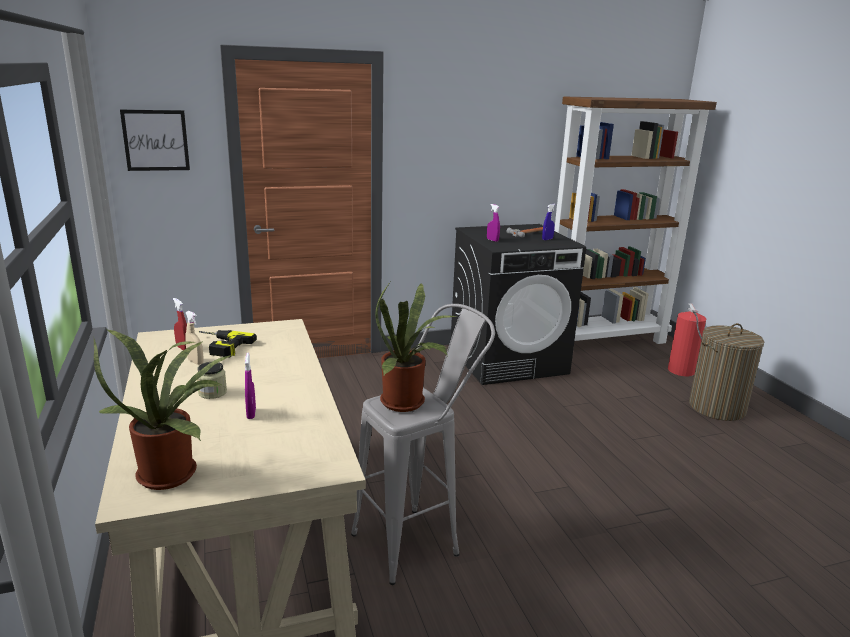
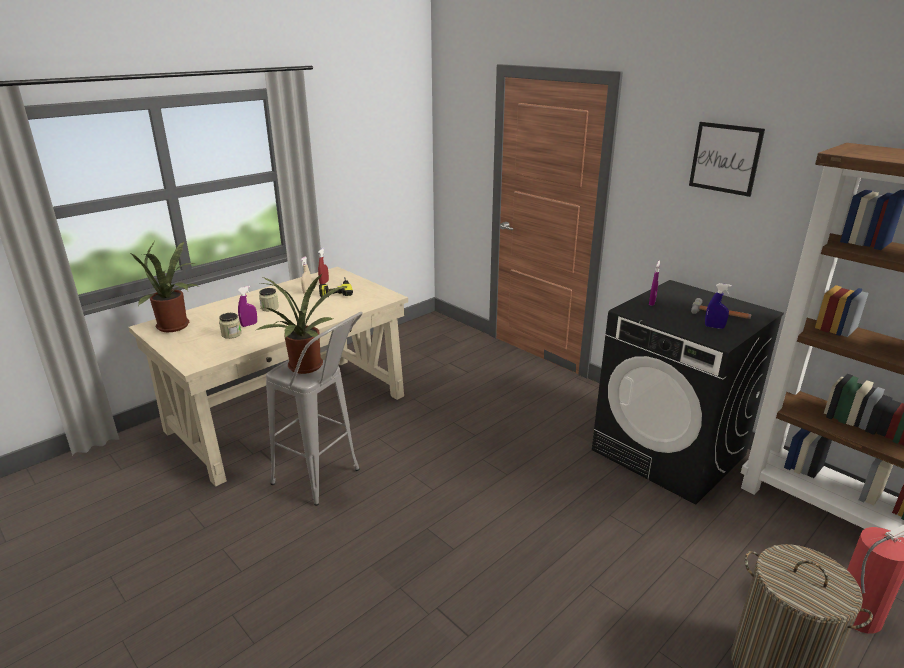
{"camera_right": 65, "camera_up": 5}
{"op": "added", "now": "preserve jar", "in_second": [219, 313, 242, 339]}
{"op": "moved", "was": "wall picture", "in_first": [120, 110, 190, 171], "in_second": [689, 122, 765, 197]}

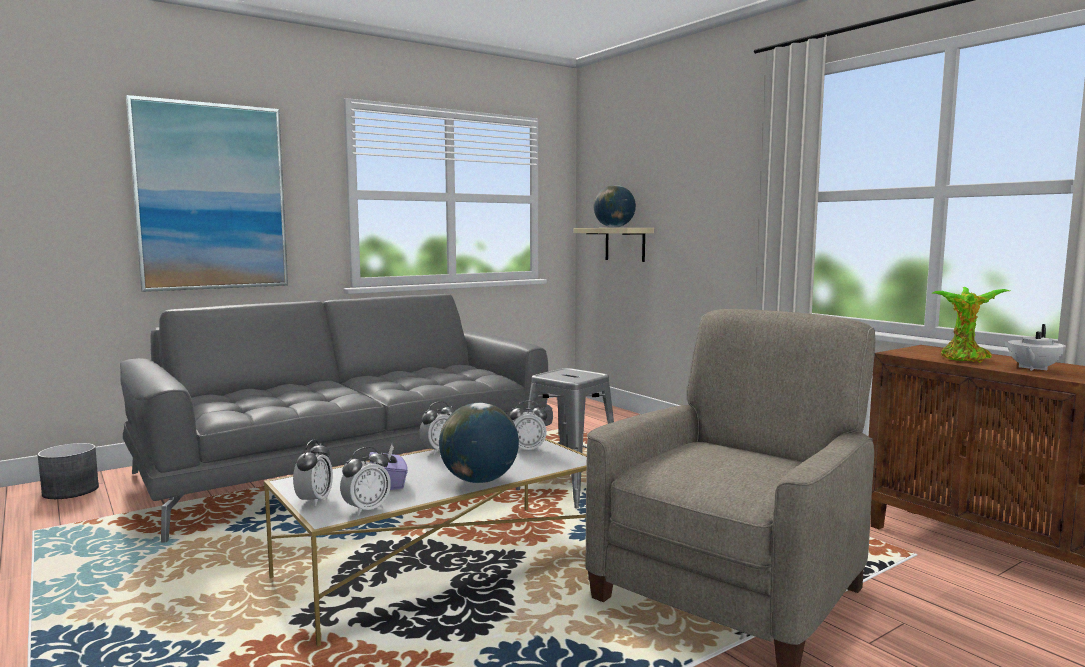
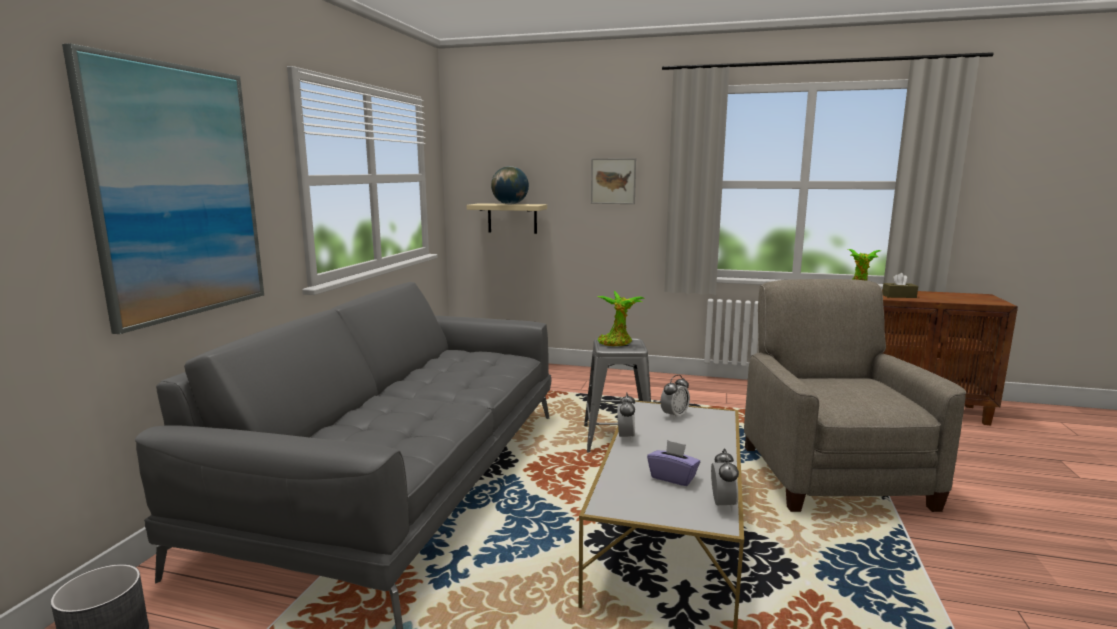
{"camera_right": -40, "camera_up": 5}
{"op": "removed", "was": "bedside clock", "in_first": [293, 439, 333, 506]}
{"op": "removed", "was": "globe", "in_first": [439, 403, 519, 483]}
{"op": "added", "now": "wall picture", "in_second": [591, 158, 636, 204]}
{"op": "added", "now": "houseplant", "in_second": [597, 291, 644, 346]}
{"op": "replaced", "was": "white teapot", "now": "brownish tissue holder", "in_first": [1007, 324, 1066, 371], "in_second": [882, 273, 918, 298]}

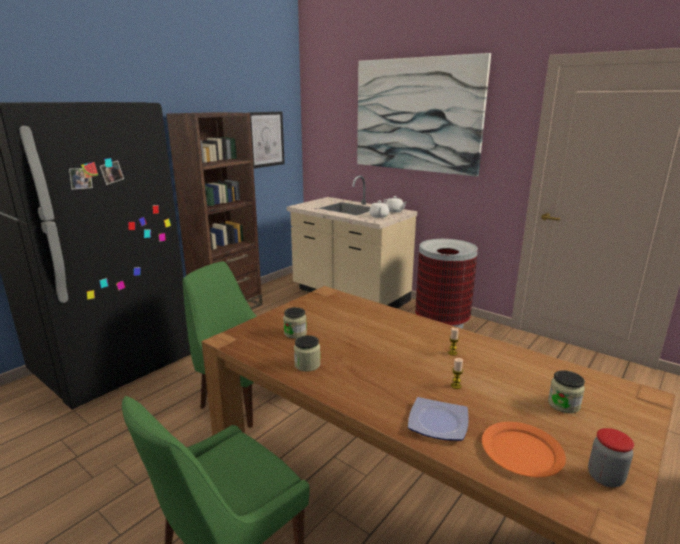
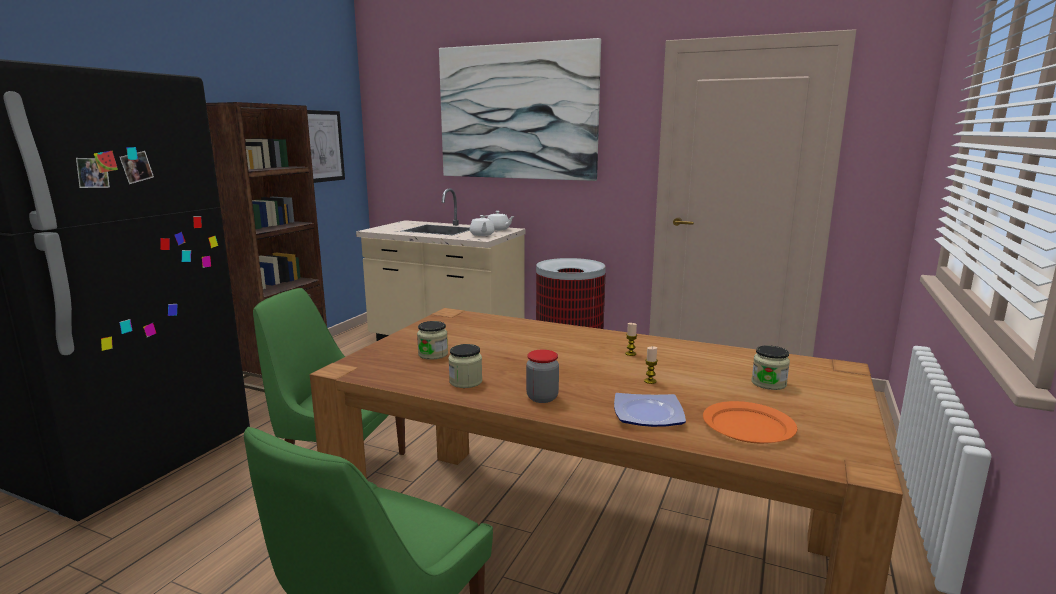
{"camera_right": -15, "camera_up": -5}
{"op": "moved", "was": "preserve jar", "in_first": [588, 428, 634, 487], "in_second": [526, 350, 559, 403]}

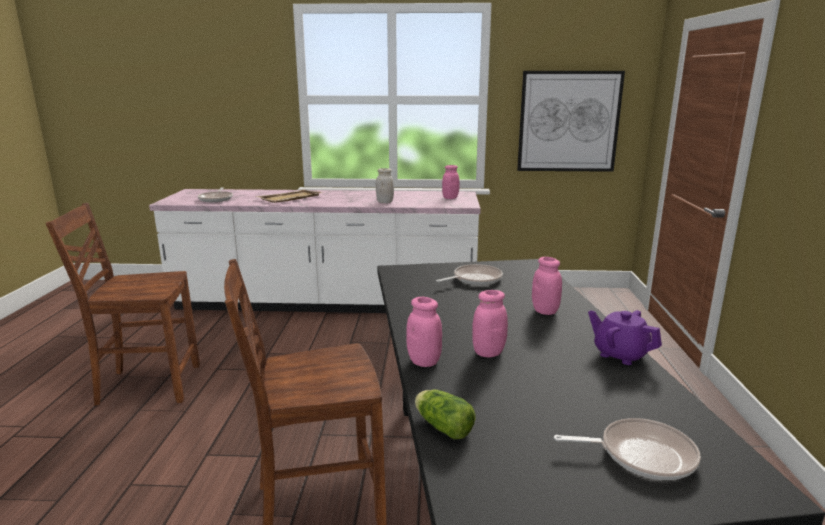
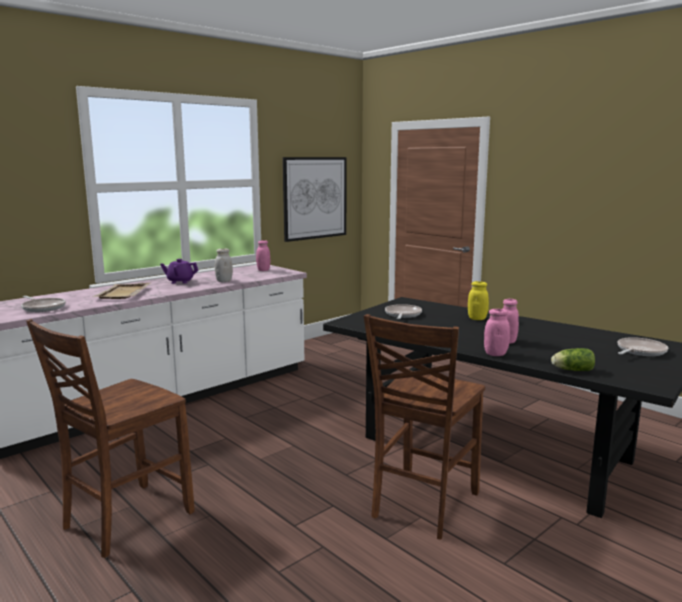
{"camera_right": -45, "camera_up": -5}
{"op": "moved", "was": "purple teapot", "in_first": [588, 310, 662, 365], "in_second": [160, 259, 199, 284]}
{"op": "recoloured", "was": "pink preserve jar", "now": "yellowish preserve jar", "in_first": [532, 257, 562, 315], "in_second": [468, 281, 489, 320]}

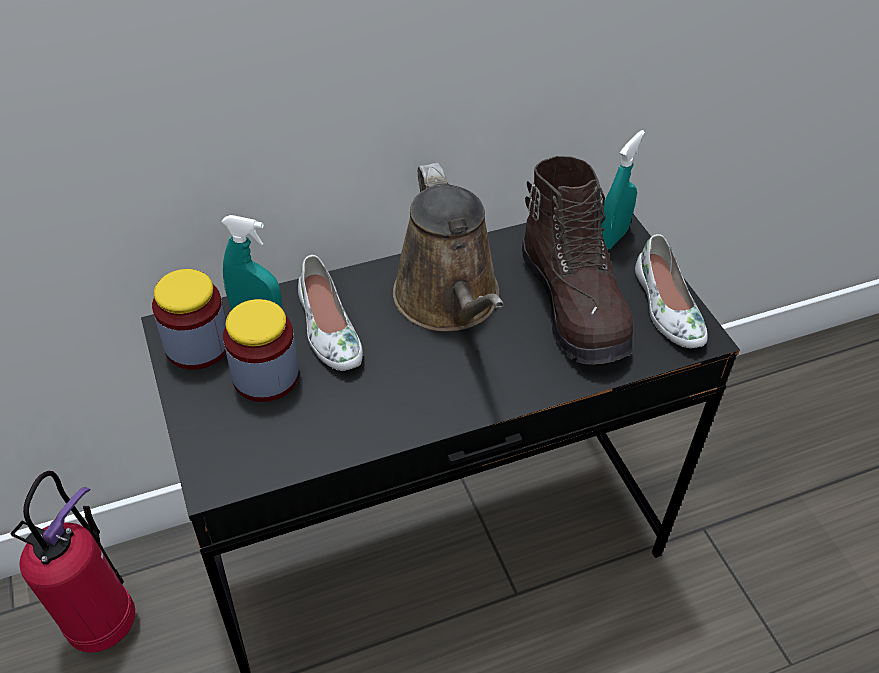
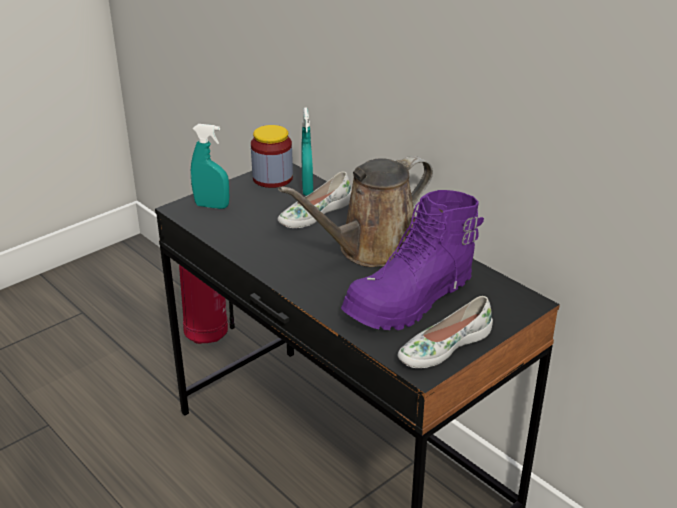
{"camera_right": 70, "camera_up": -15}
{"op": "removed", "was": "preserve jar", "in_first": [223, 299, 299, 402]}
{"op": "moved", "was": "turquoise-coloured spray bottle", "in_first": [601, 130, 645, 250], "in_second": [191, 124, 229, 209]}
{"op": "recoloured", "was": "brownish boot", "now": "purple boot", "in_first": [522, 156, 633, 365], "in_second": [341, 190, 484, 330]}

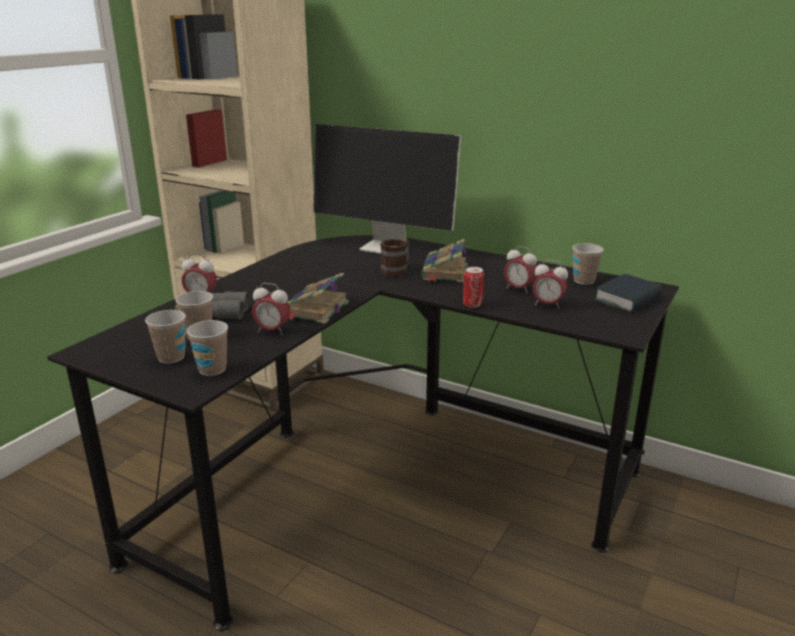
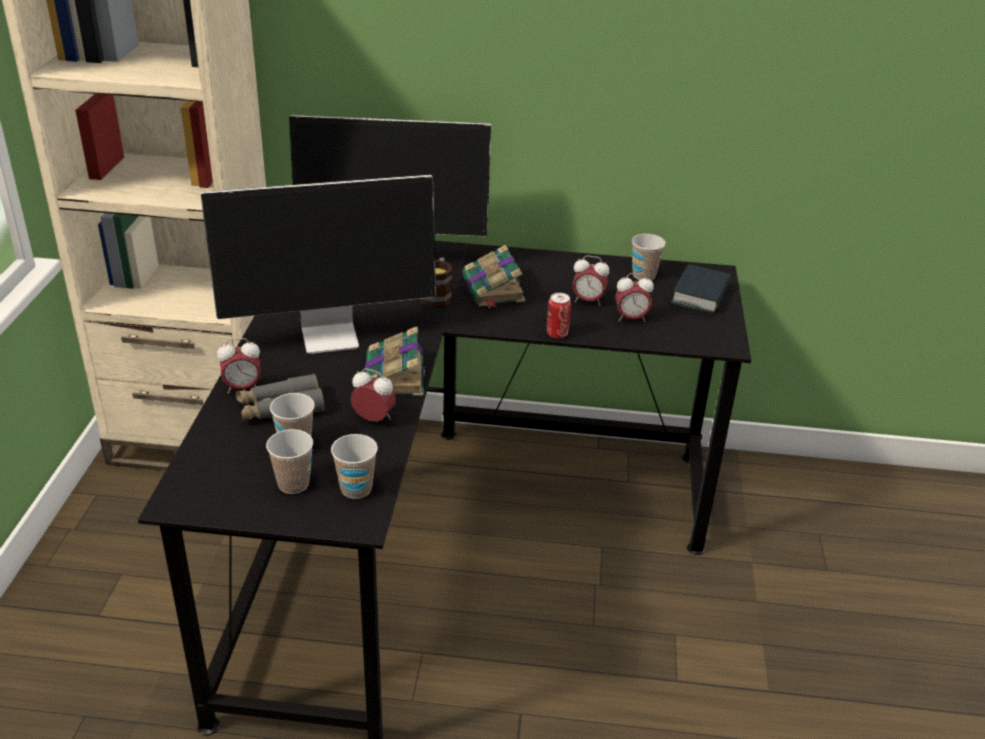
{"camera_right": -25, "camera_up": 10}
{"op": "added", "now": "computer screen", "in_second": [201, 175, 436, 354]}
{"op": "turned", "was": "bedside clock", "in_first": [252, 283, 291, 335], "in_second": [351, 369, 396, 422], "clockwise": -150}

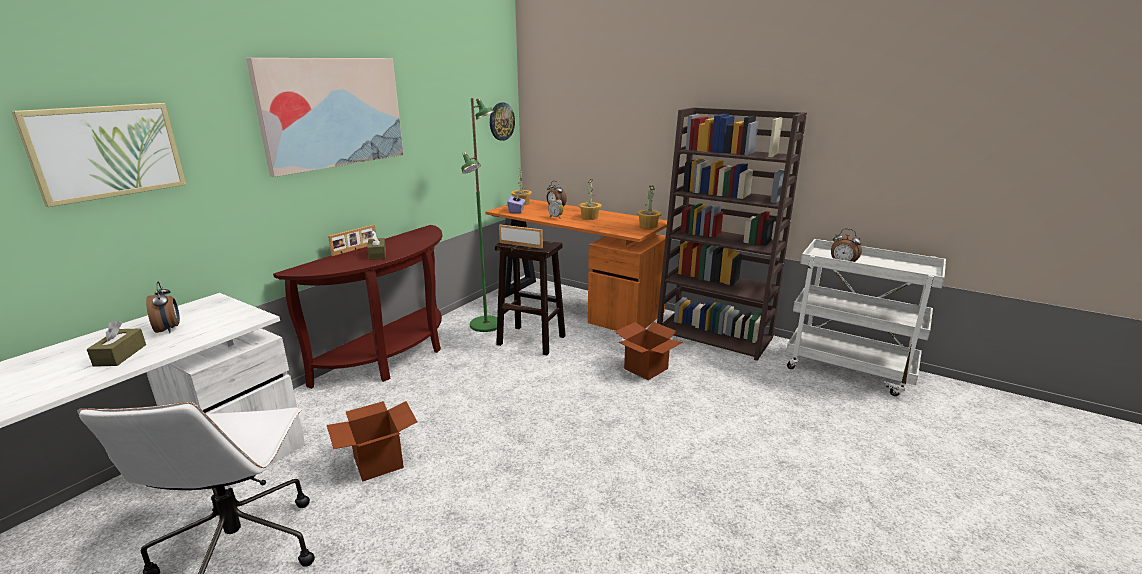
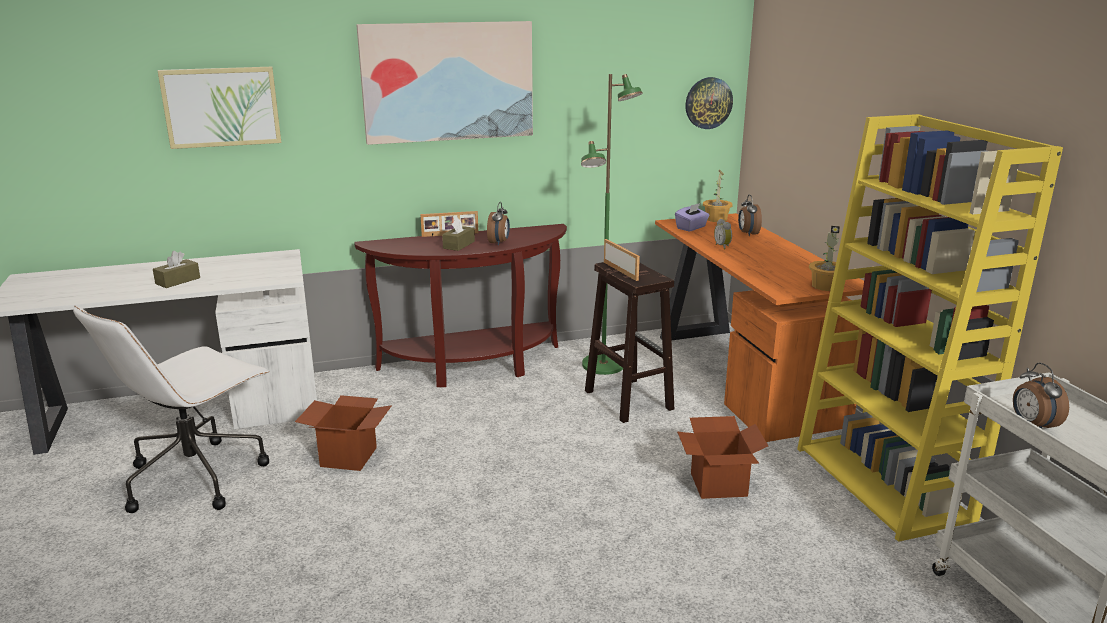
{"camera_right": 40, "camera_up": 0}
{"op": "removed", "was": "houseplant", "in_first": [579, 179, 601, 220]}
{"op": "moved", "was": "bedside clock", "in_first": [146, 282, 180, 333], "in_second": [487, 202, 510, 246]}
{"op": "recoloured", "was": "brownish bookcase", "now": "yellowish bookcase", "in_first": [657, 107, 807, 361], "in_second": [797, 114, 1063, 542]}

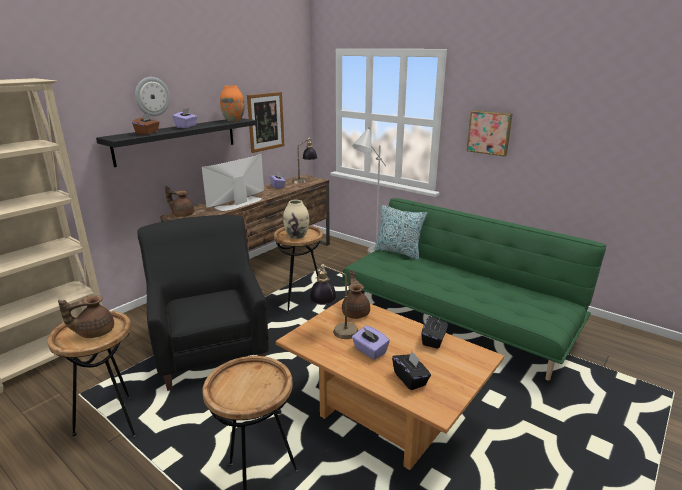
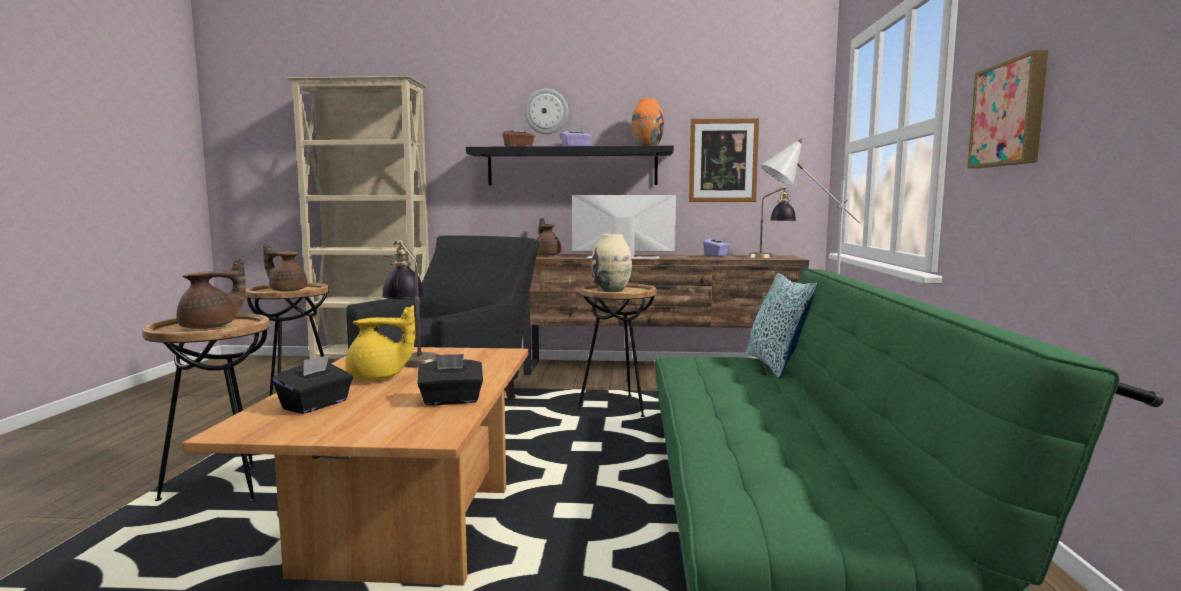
{"camera_right": 55, "camera_up": -15}
{"op": "moved", "was": "brownish teapot", "in_first": [342, 270, 370, 319], "in_second": [177, 258, 246, 329]}
{"op": "replaced", "was": "purple tissue holder", "now": "yellowish teapot", "in_first": [352, 326, 390, 360], "in_second": [345, 305, 415, 381]}

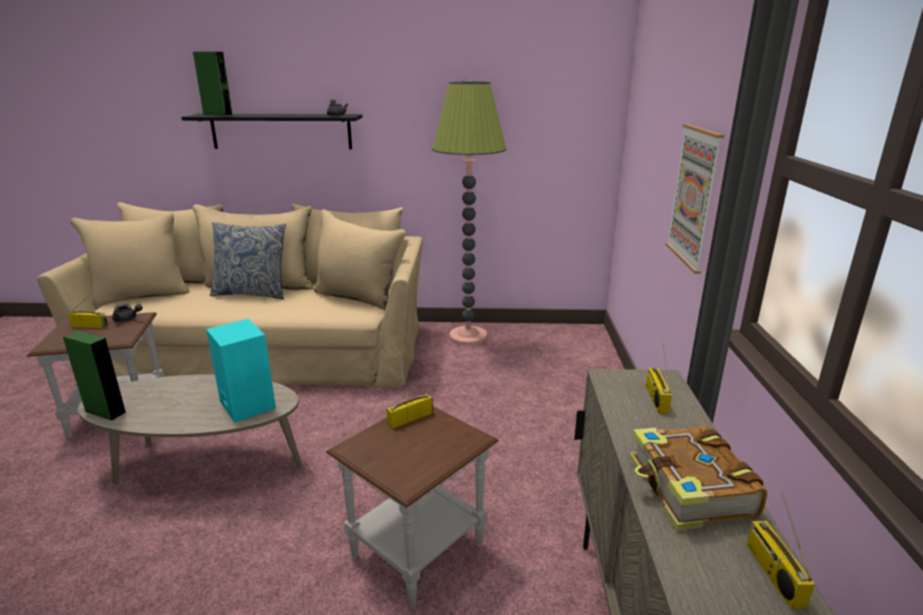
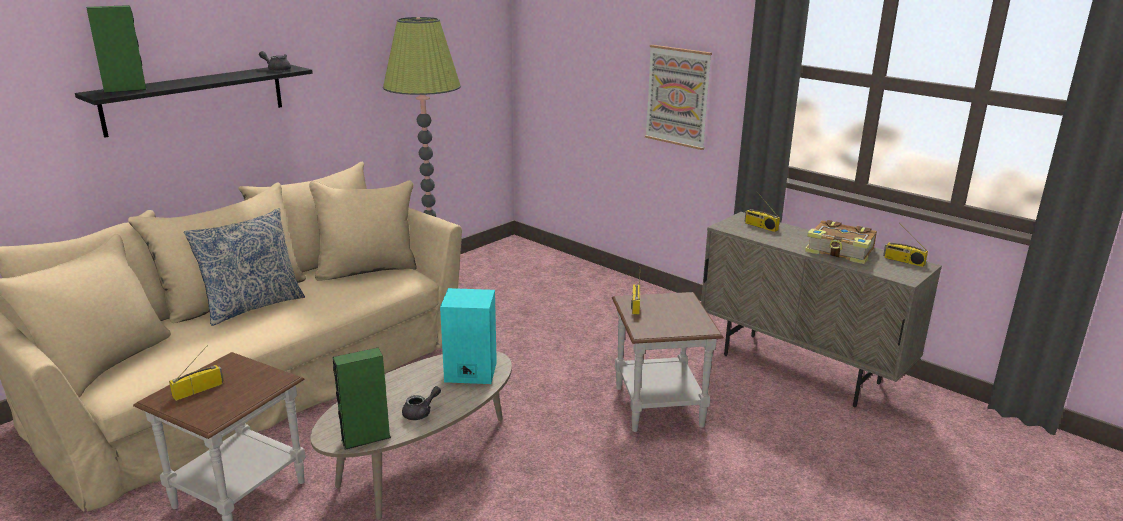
{"camera_right": -50, "camera_up": 0}
{"op": "moved", "was": "greyish teapot", "in_first": [112, 304, 143, 322], "in_second": [402, 386, 441, 420]}

